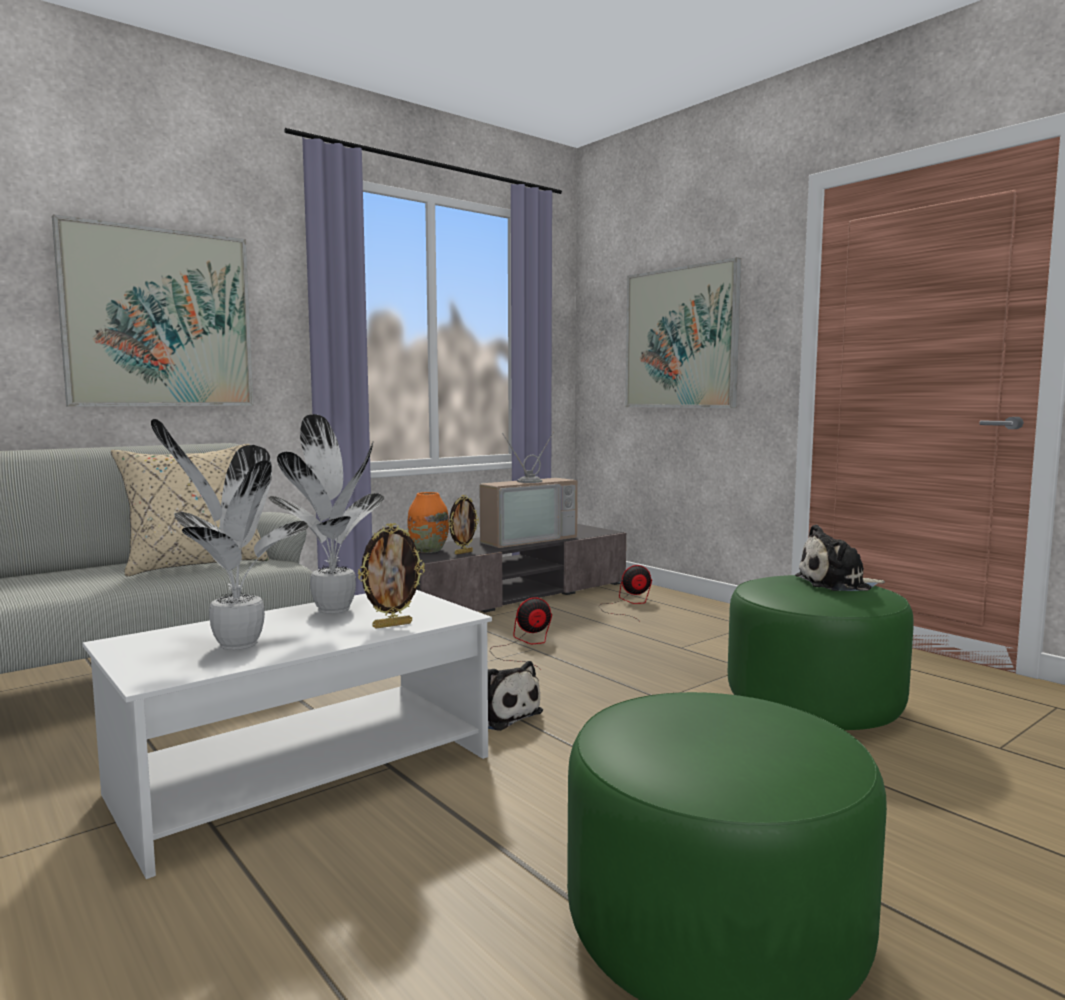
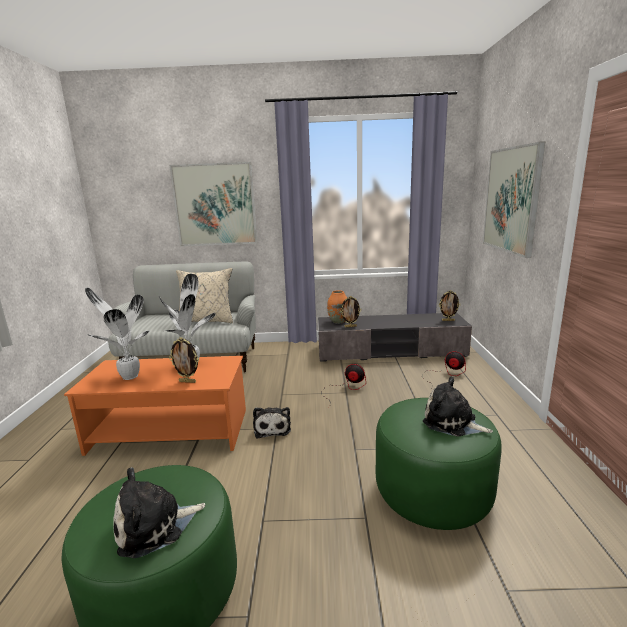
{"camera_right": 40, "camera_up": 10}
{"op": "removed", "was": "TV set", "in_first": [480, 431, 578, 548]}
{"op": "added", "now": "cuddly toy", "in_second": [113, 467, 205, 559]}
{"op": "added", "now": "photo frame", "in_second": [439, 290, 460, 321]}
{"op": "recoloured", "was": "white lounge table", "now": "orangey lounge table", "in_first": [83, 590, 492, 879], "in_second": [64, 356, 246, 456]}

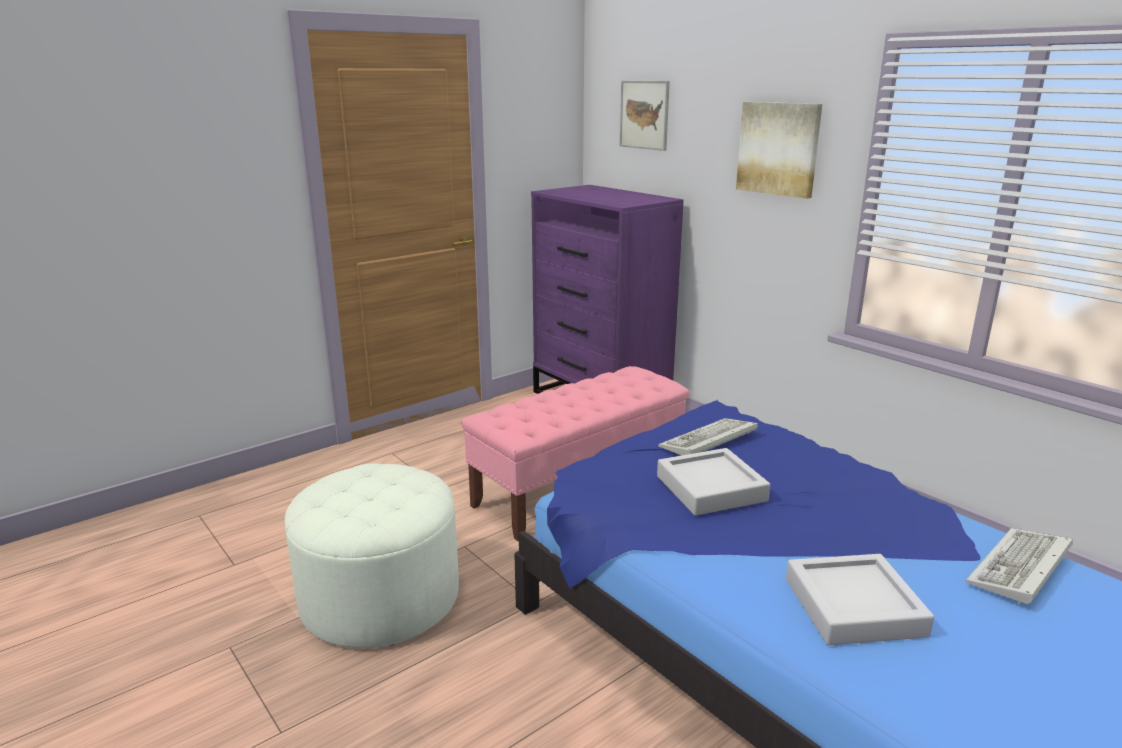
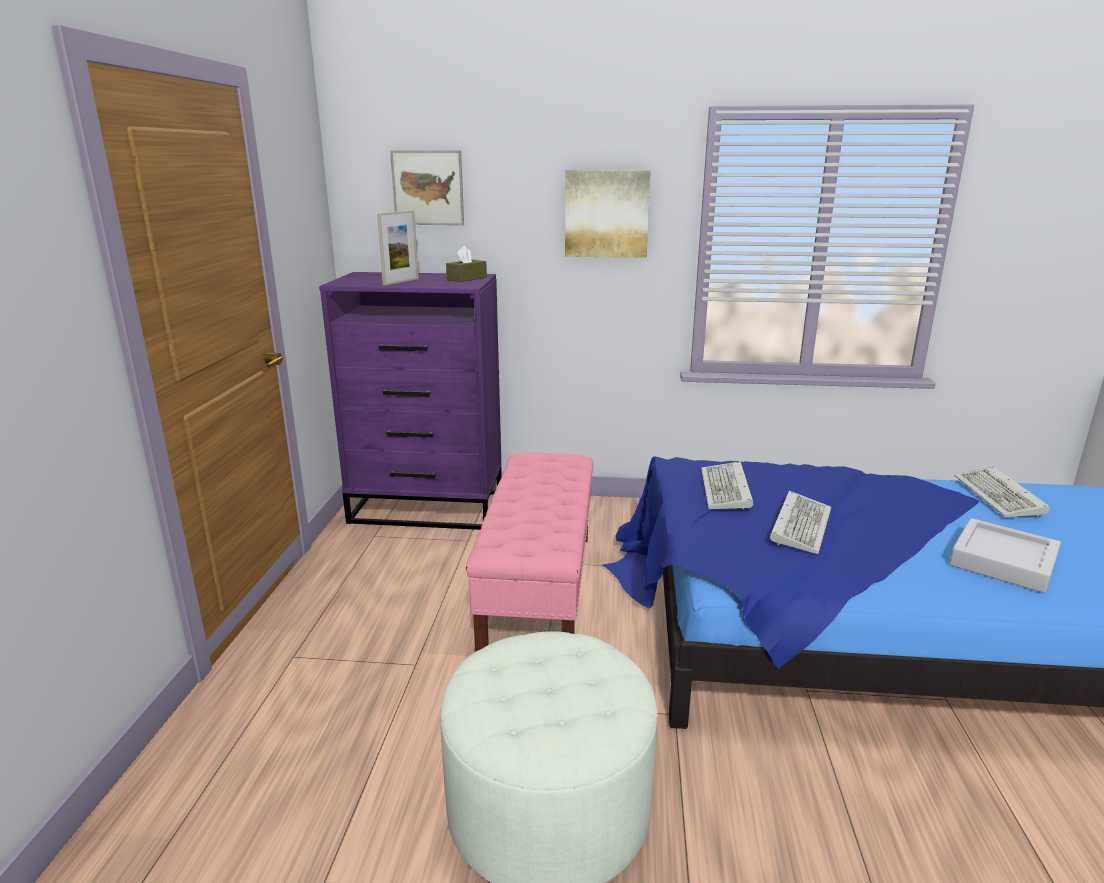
{"camera_right": -45, "camera_up": 0}
{"op": "added", "now": "photo frame", "in_second": [377, 210, 419, 285]}
{"op": "added", "now": "brownish tissue holder", "in_second": [446, 246, 487, 282]}
{"op": "replaced", "was": "greyish serving tray", "now": "PC keyboard", "in_first": [657, 448, 770, 516], "in_second": [770, 491, 831, 554]}

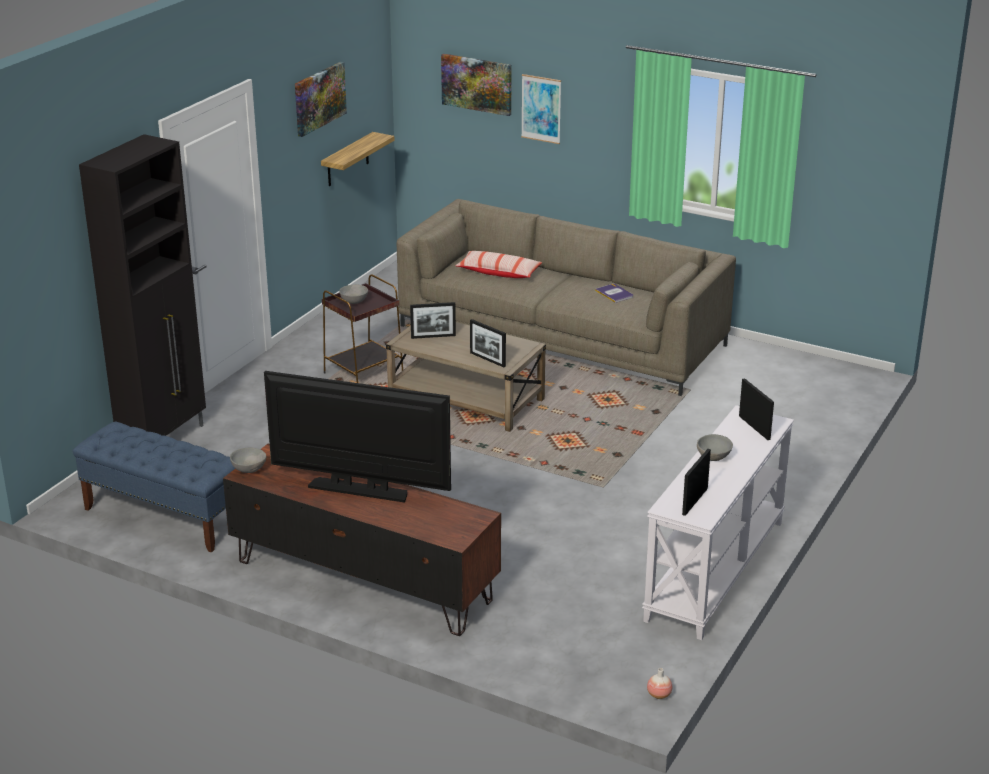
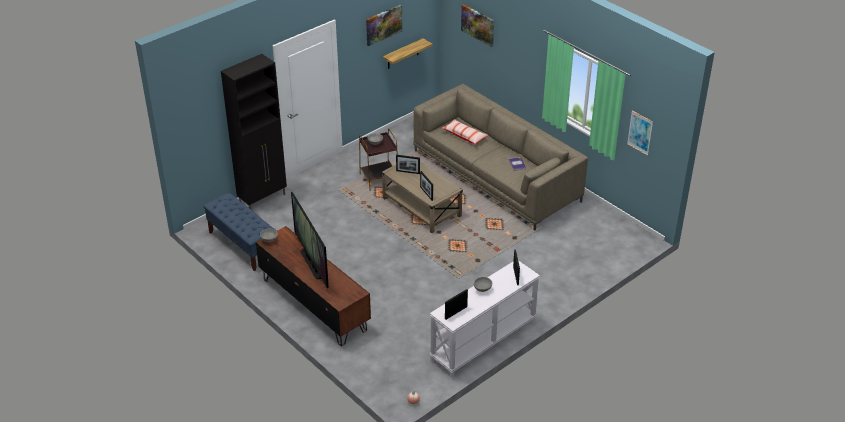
{"camera_right": 20, "camera_up": 10}
{"op": "moved", "was": "wall picture", "in_first": [521, 74, 561, 144], "in_second": [627, 111, 653, 156]}
{"op": "turned", "was": "TV set", "in_first": [264, 371, 451, 503], "in_second": [291, 192, 329, 288], "clockwise": -150}

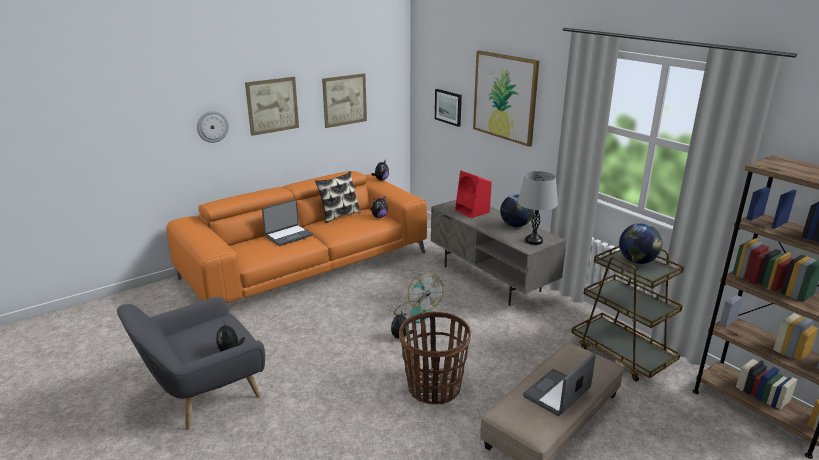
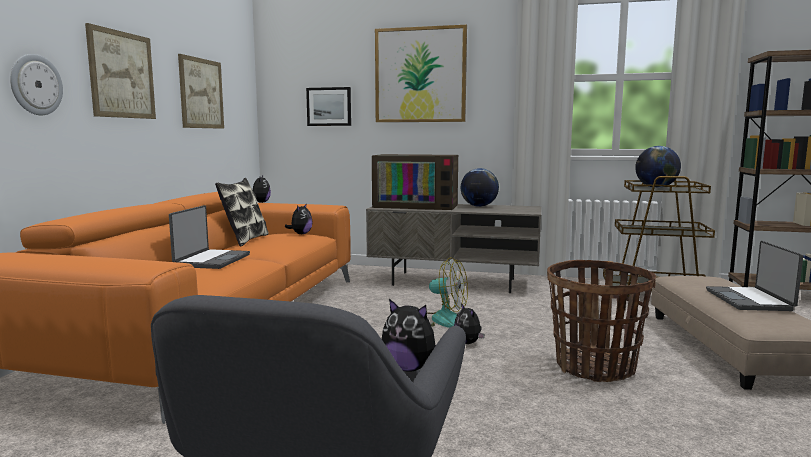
{"camera_right": -40, "camera_up": -15}
{"op": "removed", "was": "greyish table lamp", "in_first": [518, 171, 558, 245]}
{"op": "replaced", "was": "red audio speaker", "now": "TV set", "in_first": [455, 171, 492, 218], "in_second": [372, 154, 458, 210]}

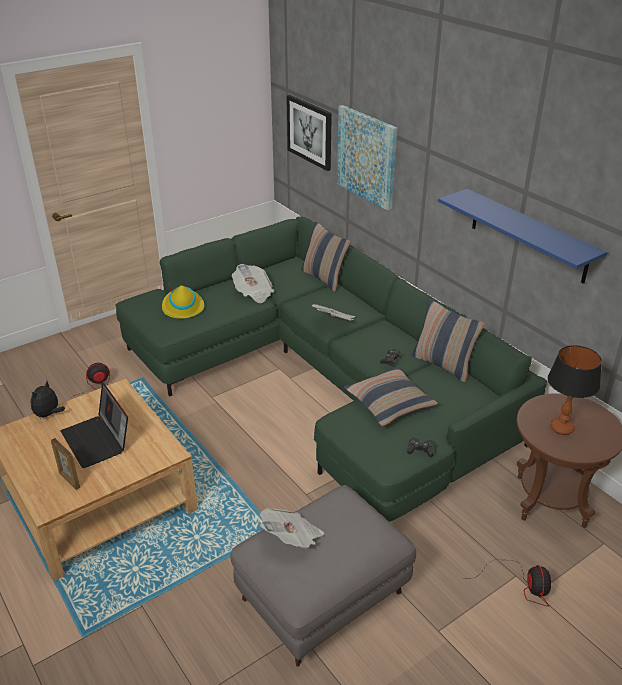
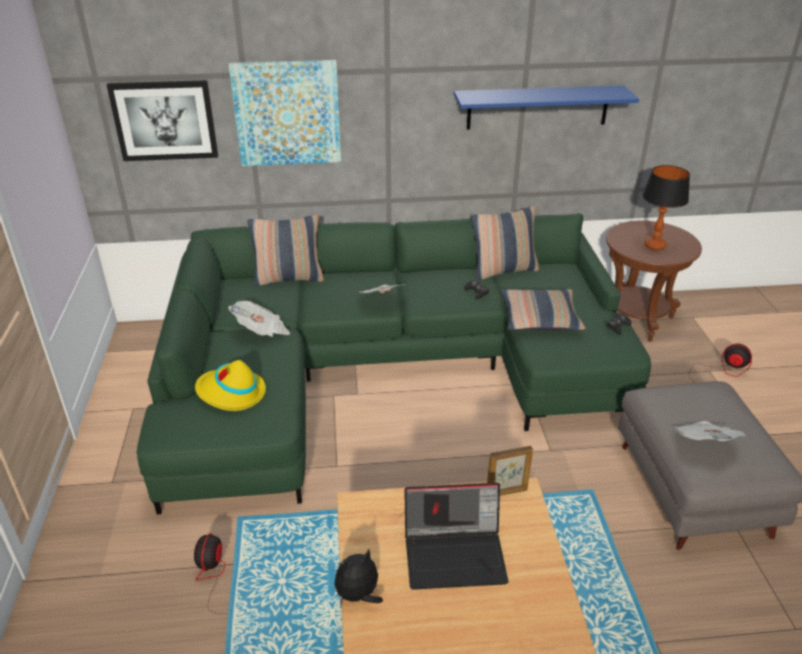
{"camera_right": -60, "camera_up": 0}
{"op": "moved", "was": "photo frame", "in_first": [51, 438, 80, 490], "in_second": [487, 446, 533, 496]}
{"op": "turned", "was": "cuddly toy", "in_first": [30, 381, 65, 419], "in_second": [334, 549, 383, 607], "clockwise": 90}

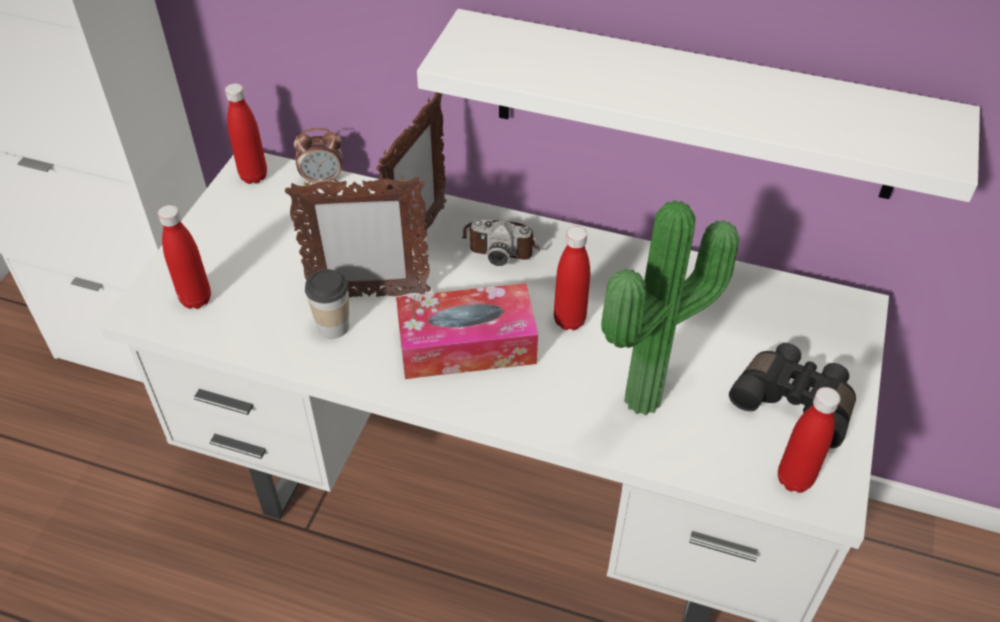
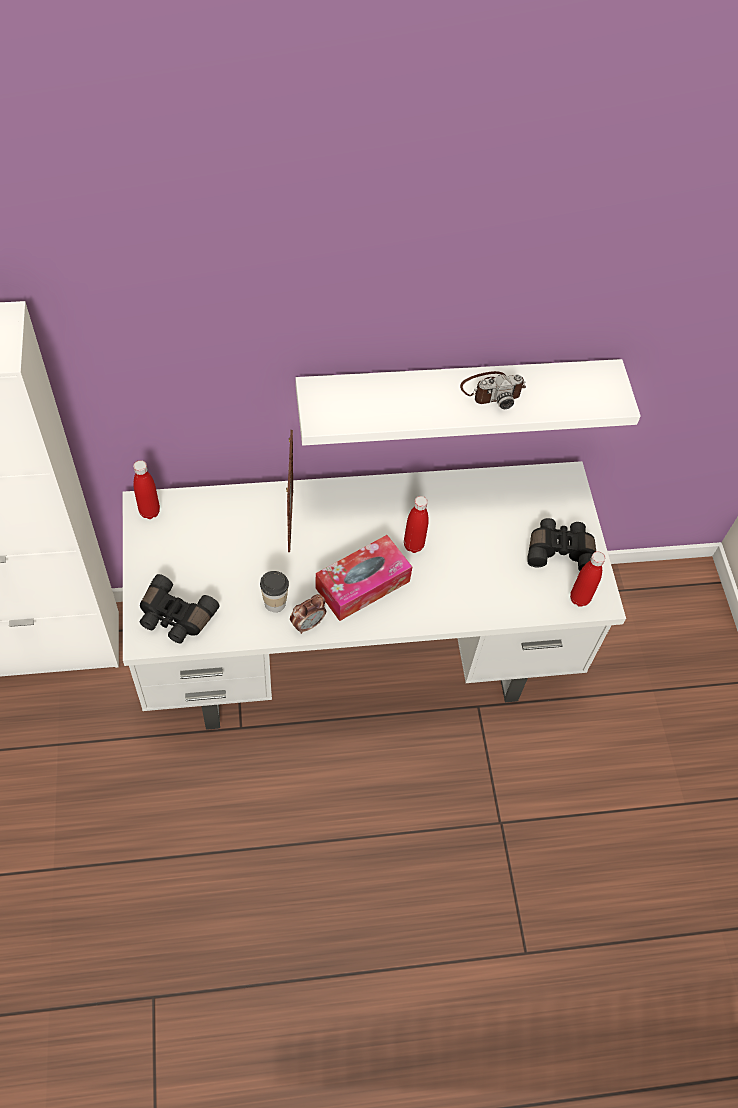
{"camera_right": -30, "camera_up": 10}
{"op": "removed", "was": "photo frame", "in_first": [285, 175, 431, 297]}
{"op": "removed", "was": "houseplant", "in_first": [601, 200, 739, 415]}
{"op": "moved", "was": "bedside clock", "in_first": [294, 128, 343, 185], "in_second": [290, 594, 326, 634]}
{"op": "moved", "was": "still camera", "in_first": [462, 219, 540, 266], "in_second": [460, 371, 526, 409]}
{"op": "replaced", "was": "red drink bottle", "now": "blackish pair of binoculars", "in_first": [158, 205, 211, 309], "in_second": [140, 574, 220, 643]}

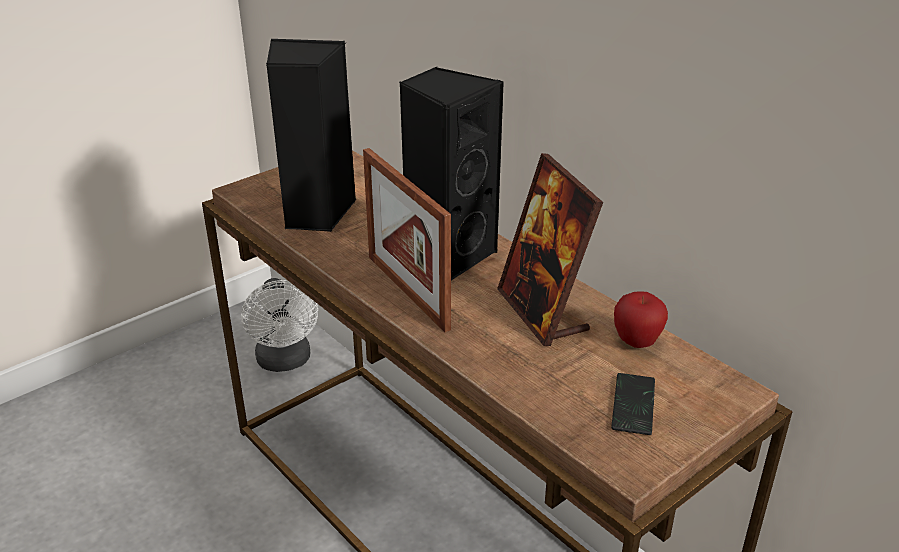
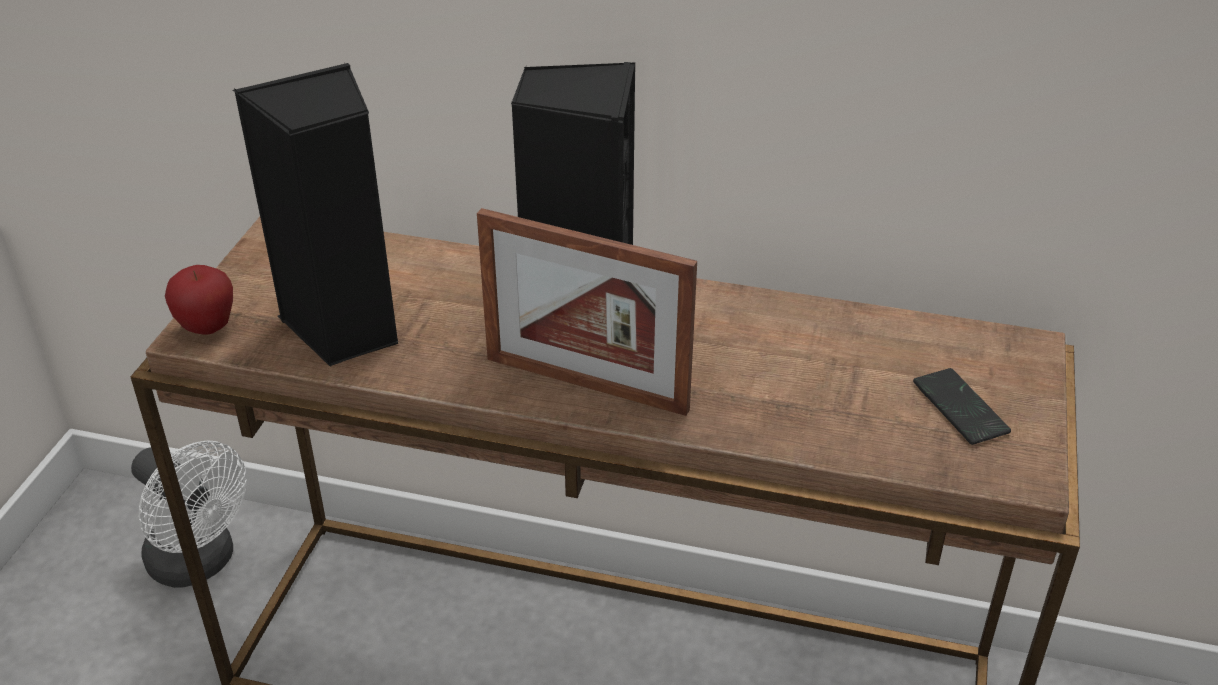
{"camera_right": -35, "camera_up": 5}
{"op": "removed", "was": "photo frame", "in_first": [497, 153, 603, 346]}
{"op": "moved", "was": "whole apple", "in_first": [614, 291, 668, 348], "in_second": [165, 265, 233, 335]}

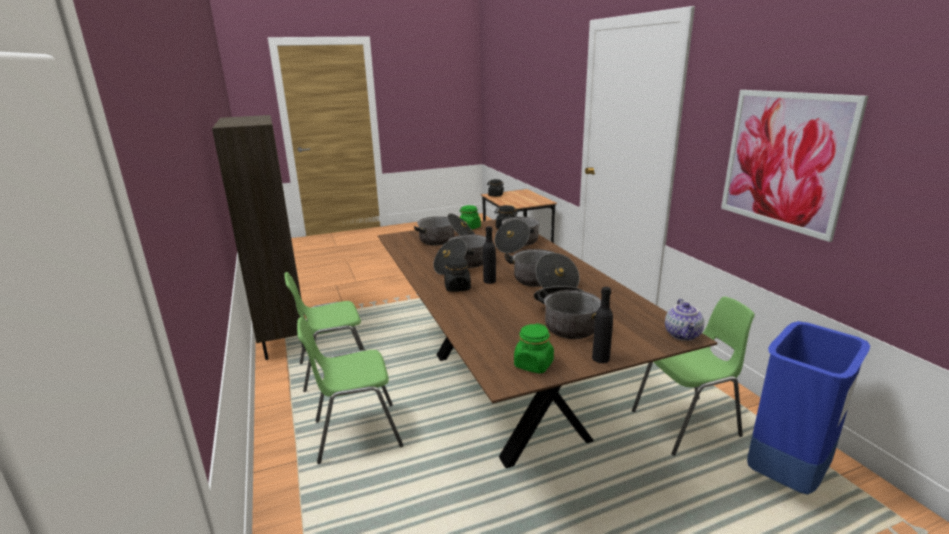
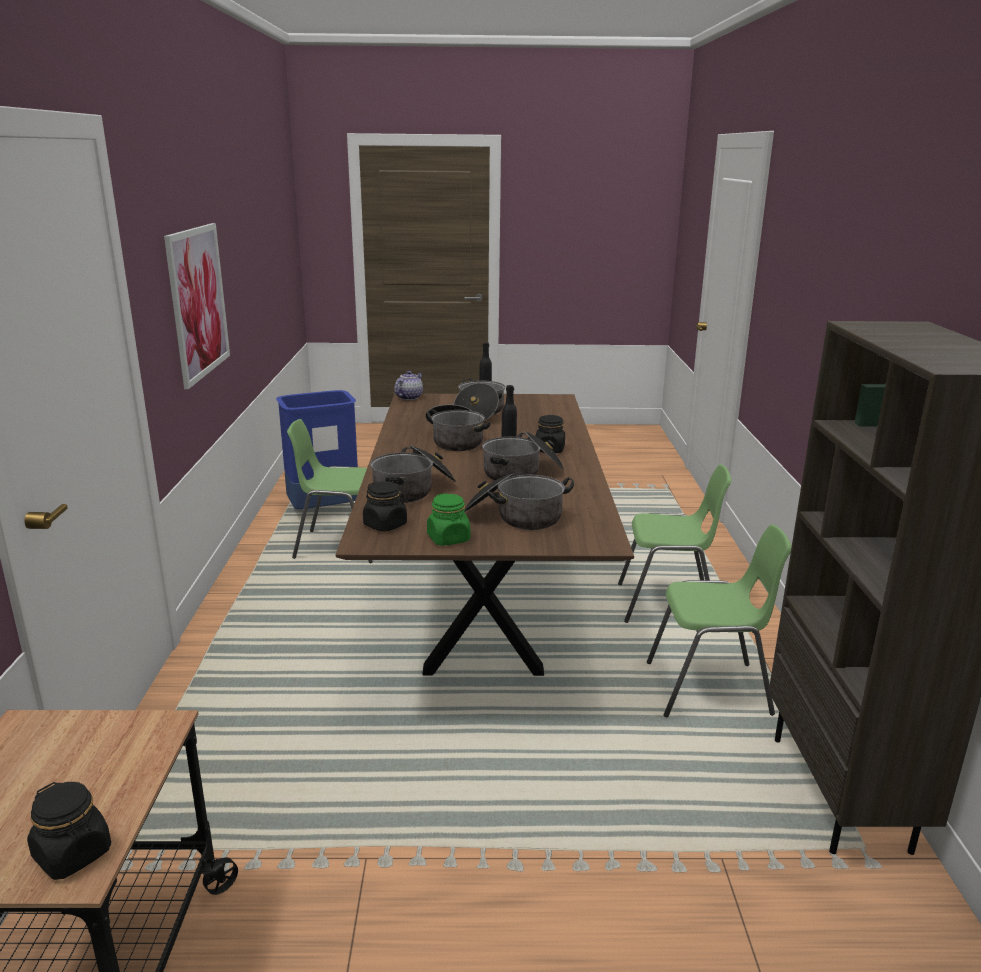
{"camera_right": -160, "camera_up": 0}
{"op": "removed", "was": "greenish preserve jar", "in_first": [514, 323, 554, 374]}

